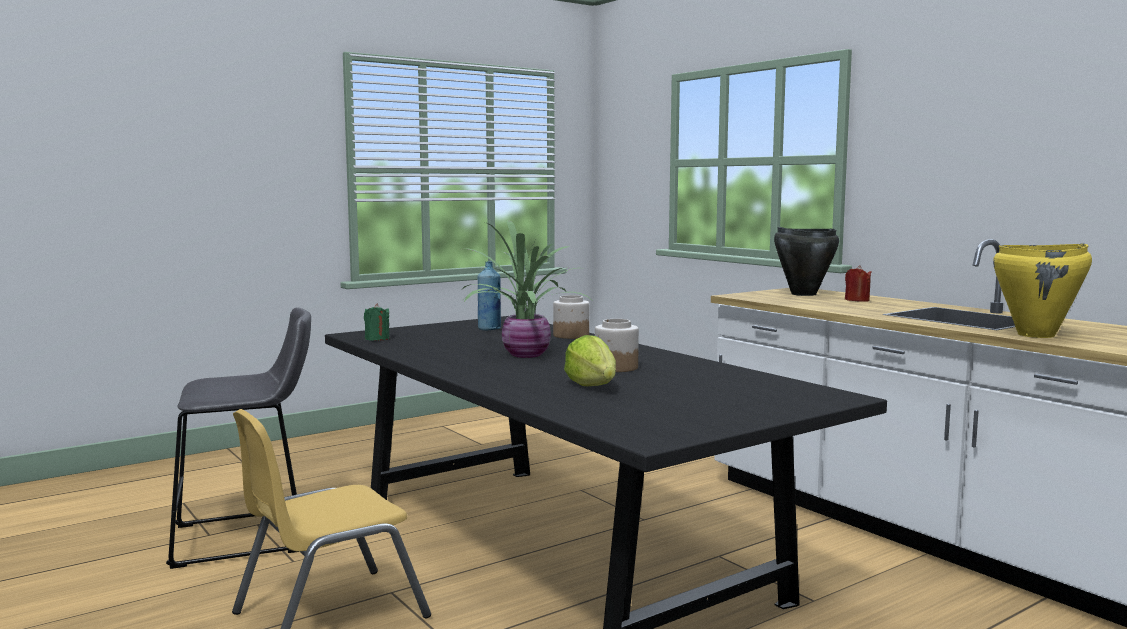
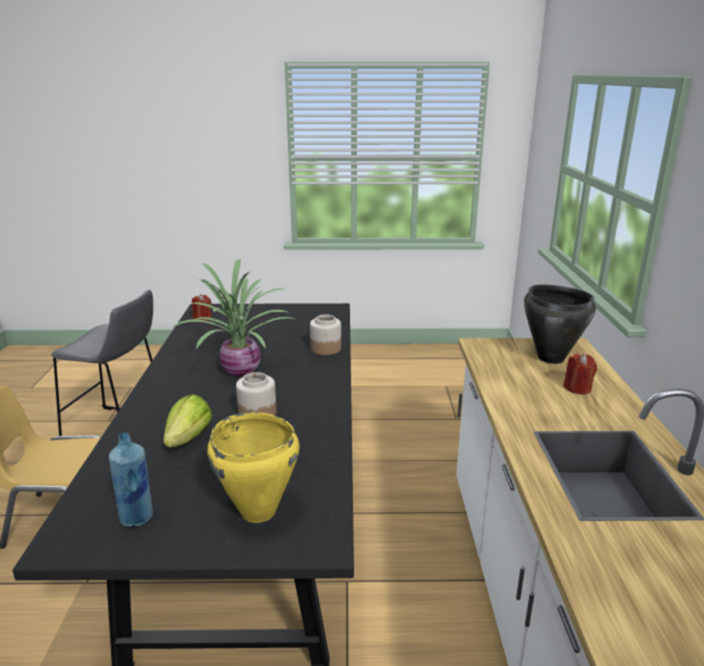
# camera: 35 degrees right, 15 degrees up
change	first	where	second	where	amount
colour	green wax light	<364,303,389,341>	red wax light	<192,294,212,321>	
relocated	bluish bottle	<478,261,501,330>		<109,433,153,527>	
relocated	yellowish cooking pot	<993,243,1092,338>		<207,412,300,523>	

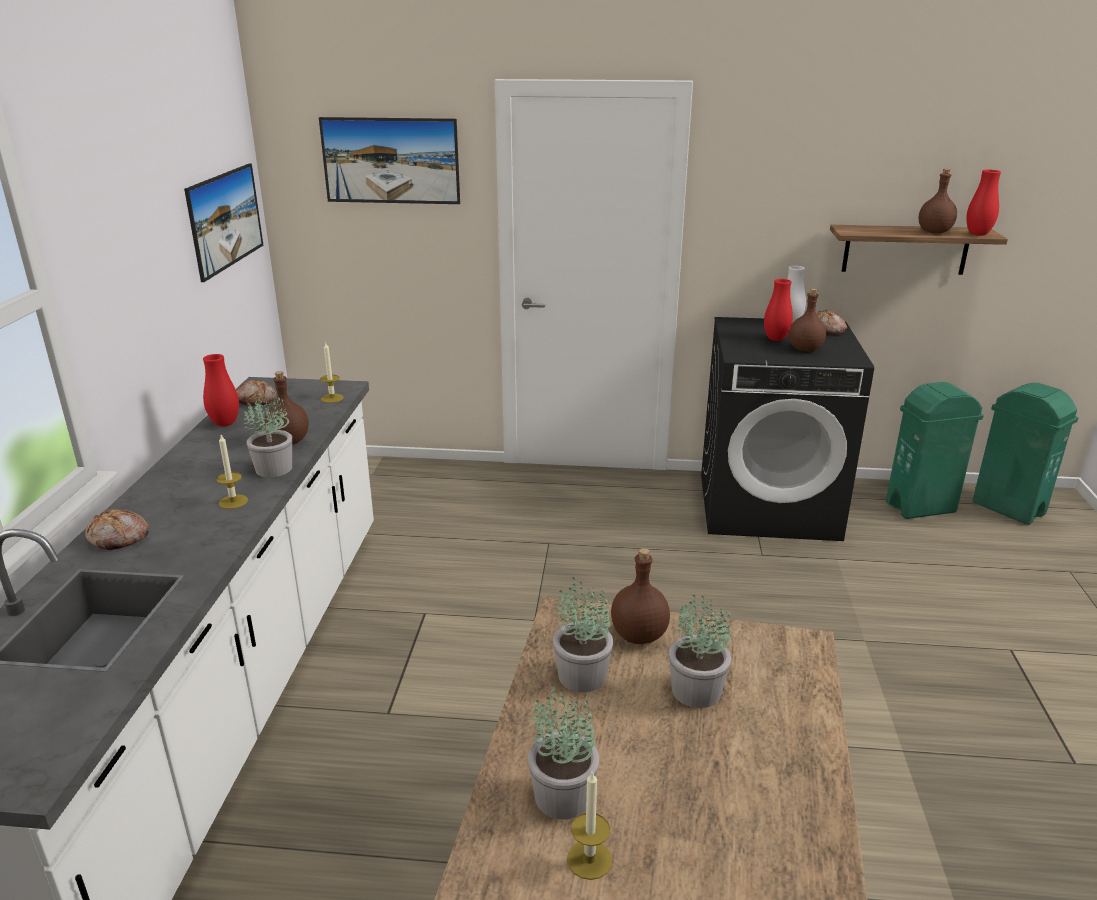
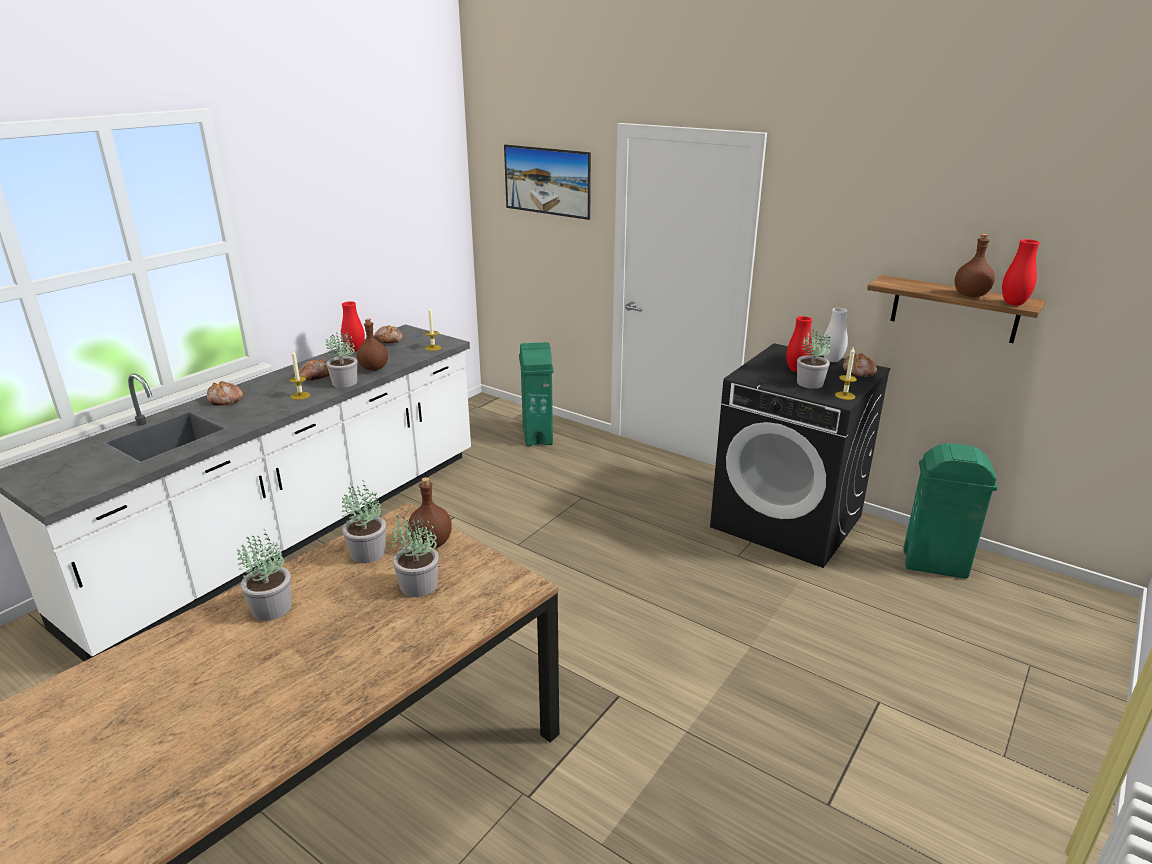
# camera: 30 degrees right, 0 degrees up
change	first	where	second	where	amount
missing	picture	<184,164,263,282>			
relocated	wax light	<567,770,612,880>		<835,346,857,400>	
exchanged	brown-coloured bottle	<789,289,826,352>	potted plant	<797,329,831,389>	
relocated	green trash can	<973,383,1078,525>		<519,342,554,446>	
appeared			bakery bread	<299,359,329,380>	

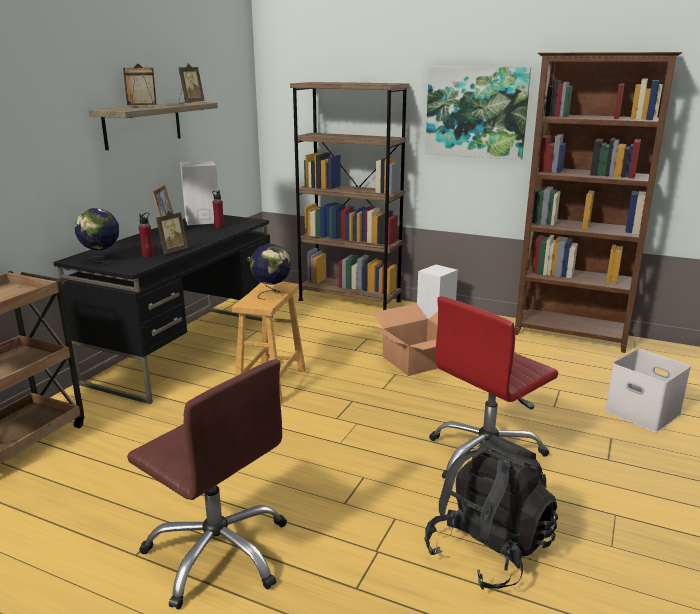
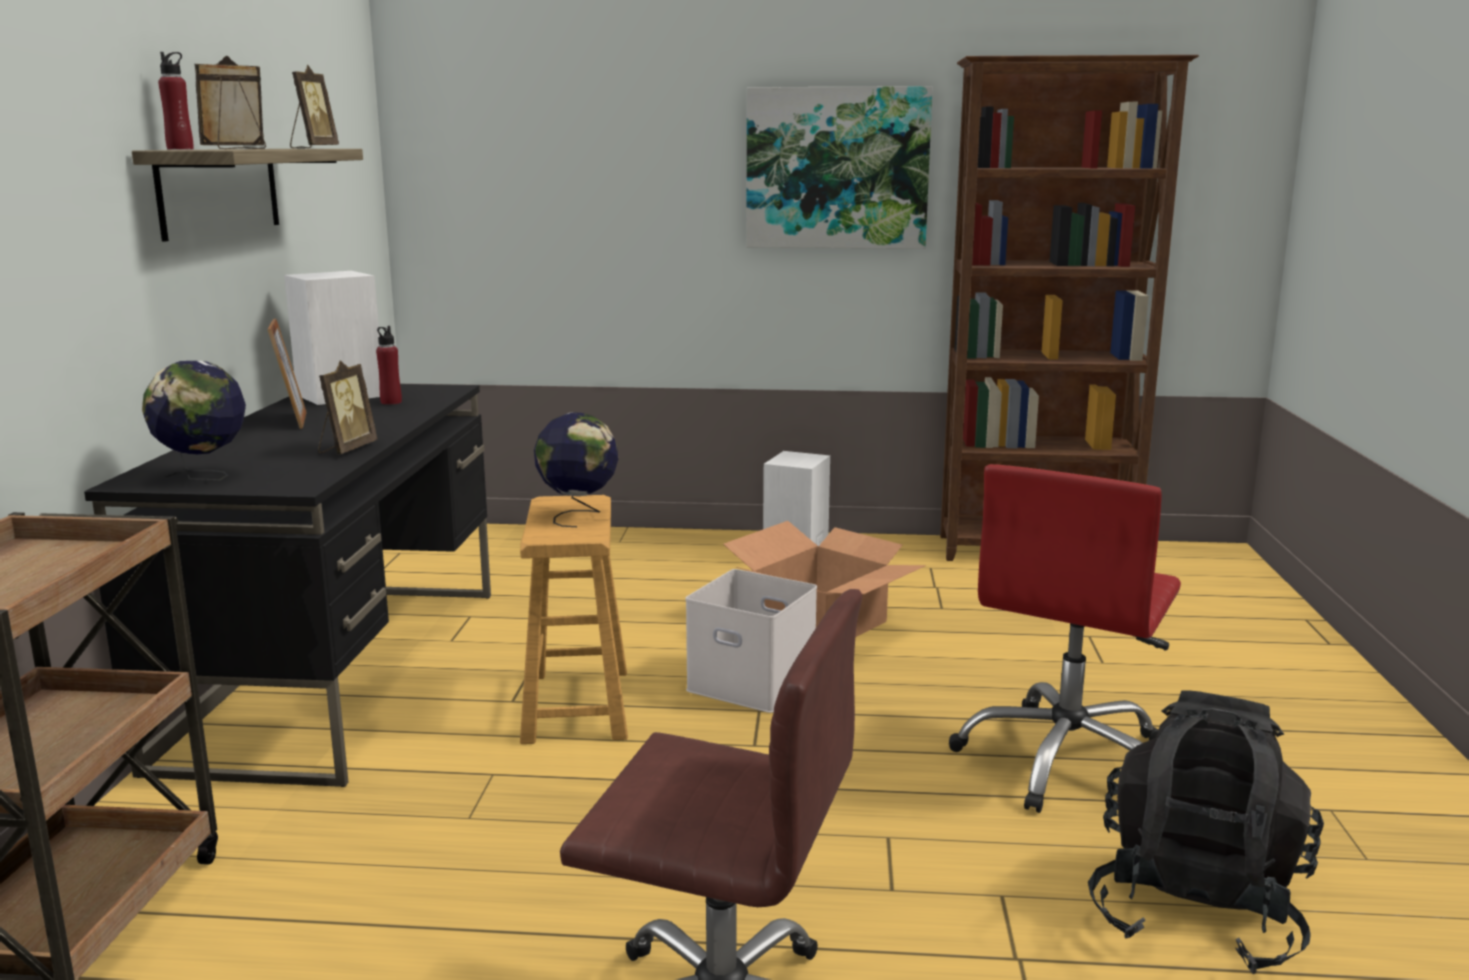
# camera: 20 degrees left, 5 degrees down
change	first	where	second	where	amount
relocated	red bottle	<139,213,154,257>		<158,52,194,149>	
missing	brown-coloured bookshelf	<290,82,409,310>			
relocated	whitish storage box	<605,349,691,433>		<685,569,817,713>	

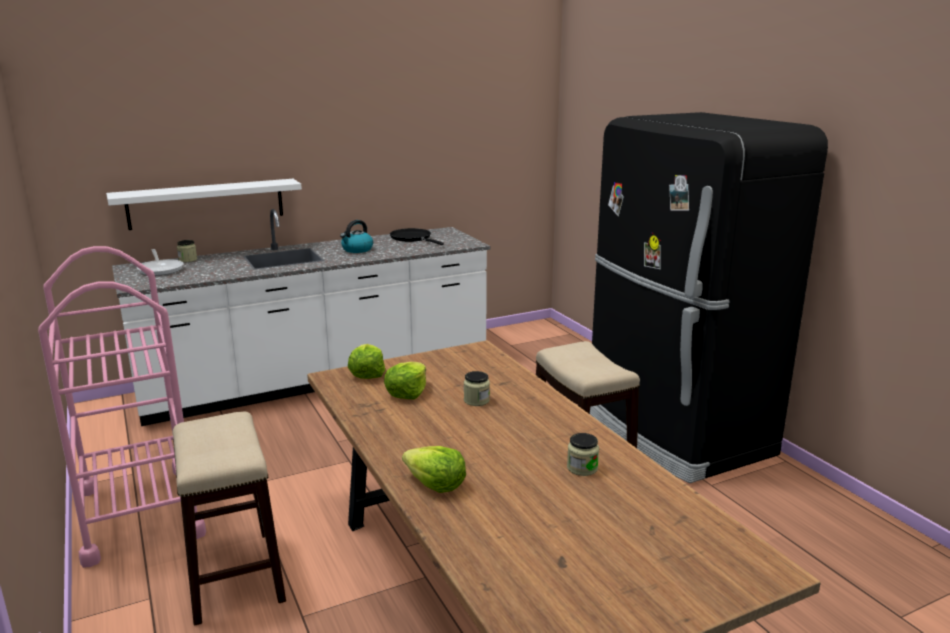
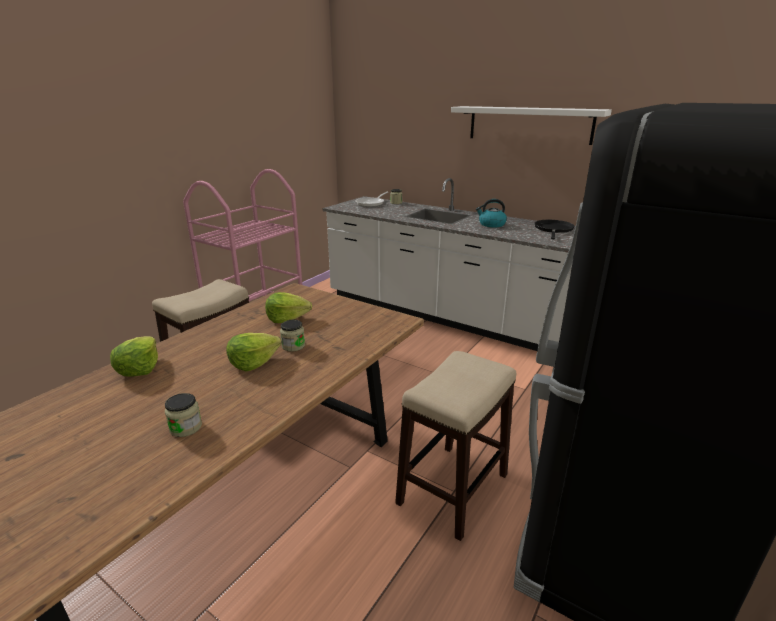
# camera: 60 degrees right, 5 degrees up
change	first	where	second	where	amount
relocated	whitish bracket shelf	<106,179,302,230>		<451,106,612,145>	
relocated	head of lettuce	<348,344,385,379>		<226,333,281,371>	

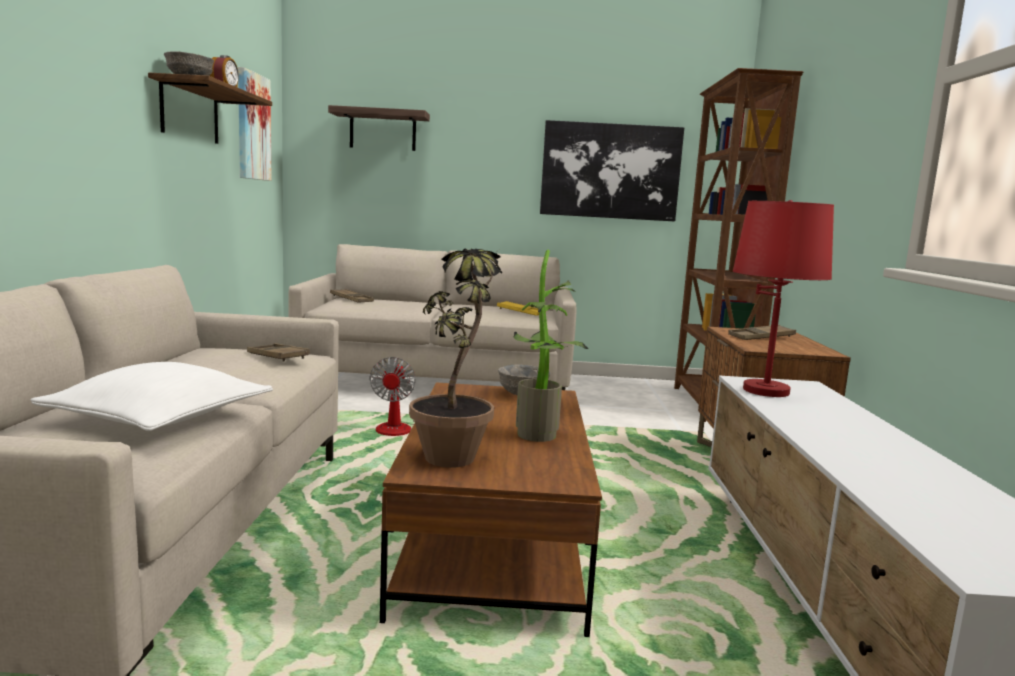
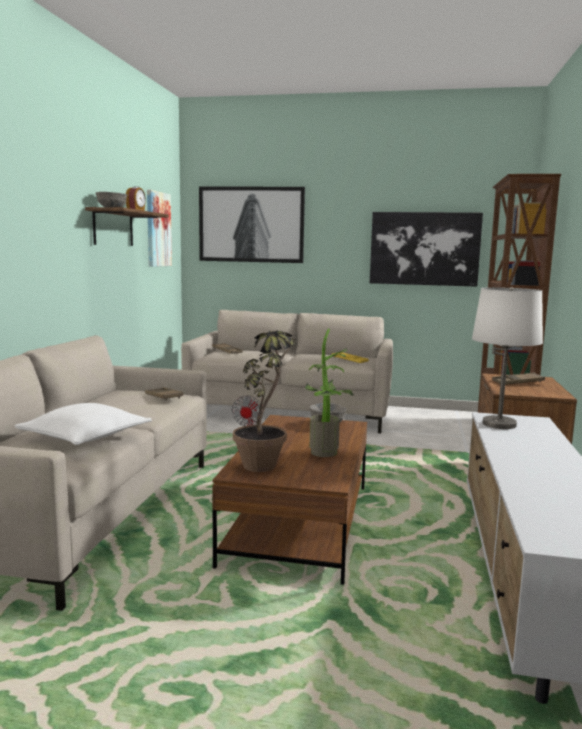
# camera: 10 degrees right, 0 degrees up
change	first	where	second	where	amount
exchanged	bracket shelf	<328,105,430,151>	picture	<199,186,305,263>	
colour	red lamp for a table	<733,200,834,397>	whitish lamp for a table	<472,287,543,429>	

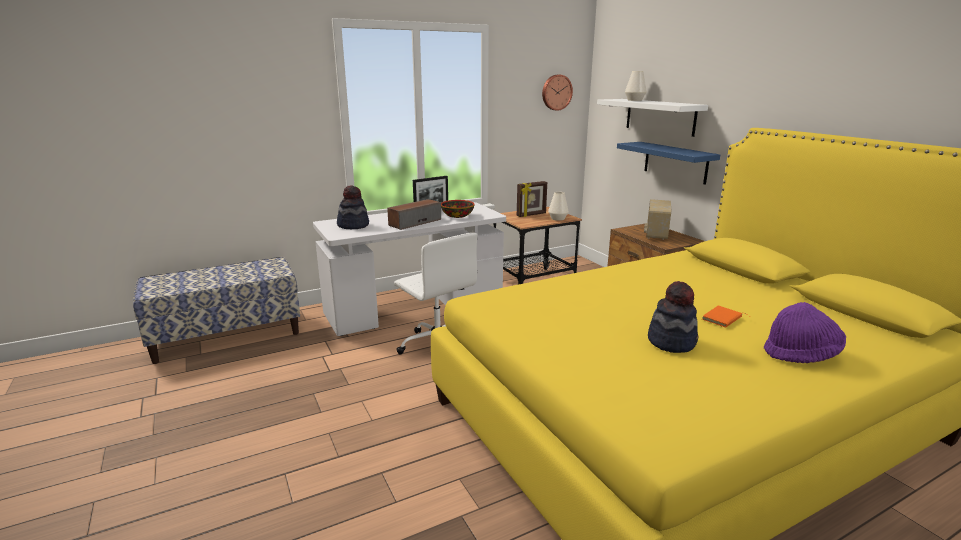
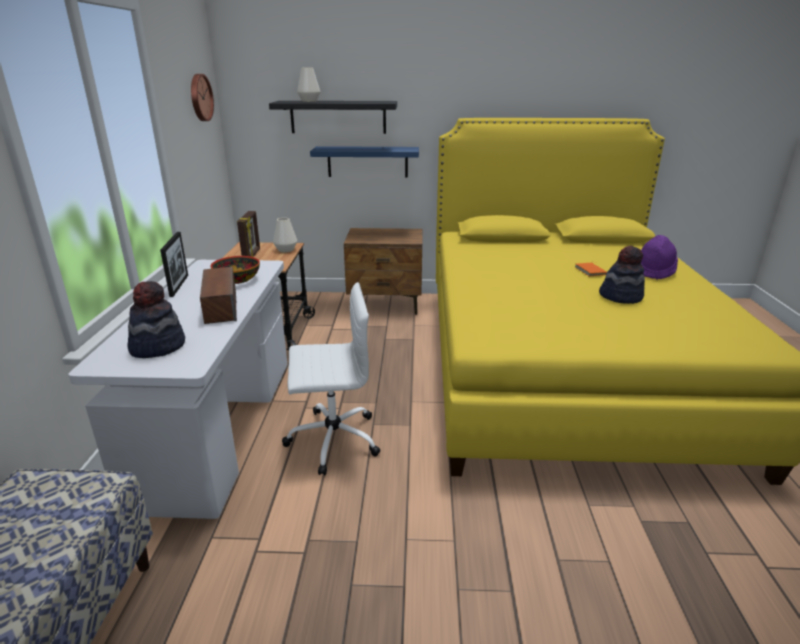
# camera: 60 degrees left, 5 degrees up
change	first	where	second	where	amount
colour	whitish bracket shelf	<597,99,708,137>	black bracket shelf	<269,101,397,134>	
missing	radio set	<644,199,671,240>			

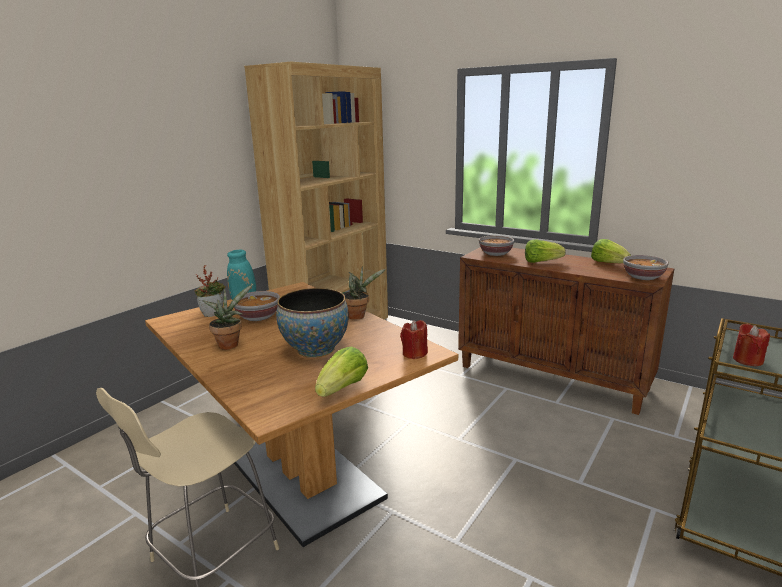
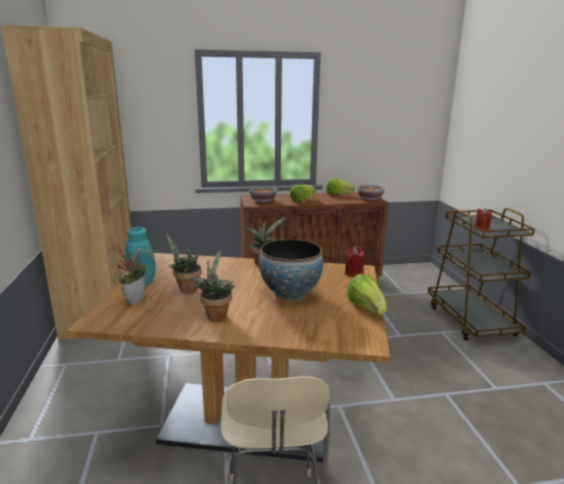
# camera: 45 degrees left, 0 degrees up
change	first	where	second	where	amount
exchanged	deep dish	<234,291,280,321>	potted plant	<167,235,201,293>	

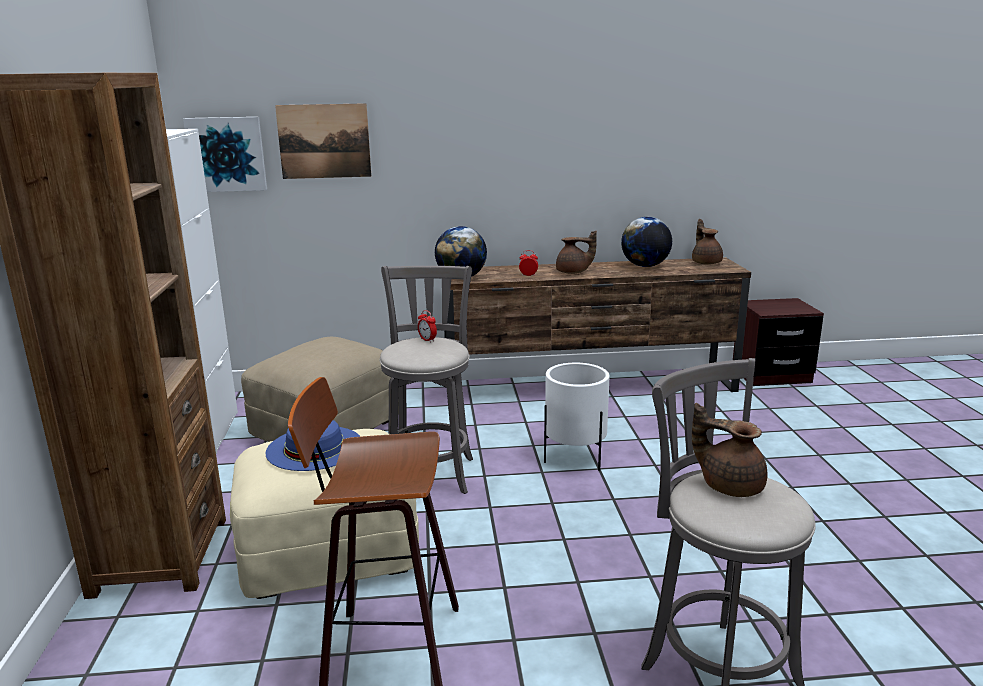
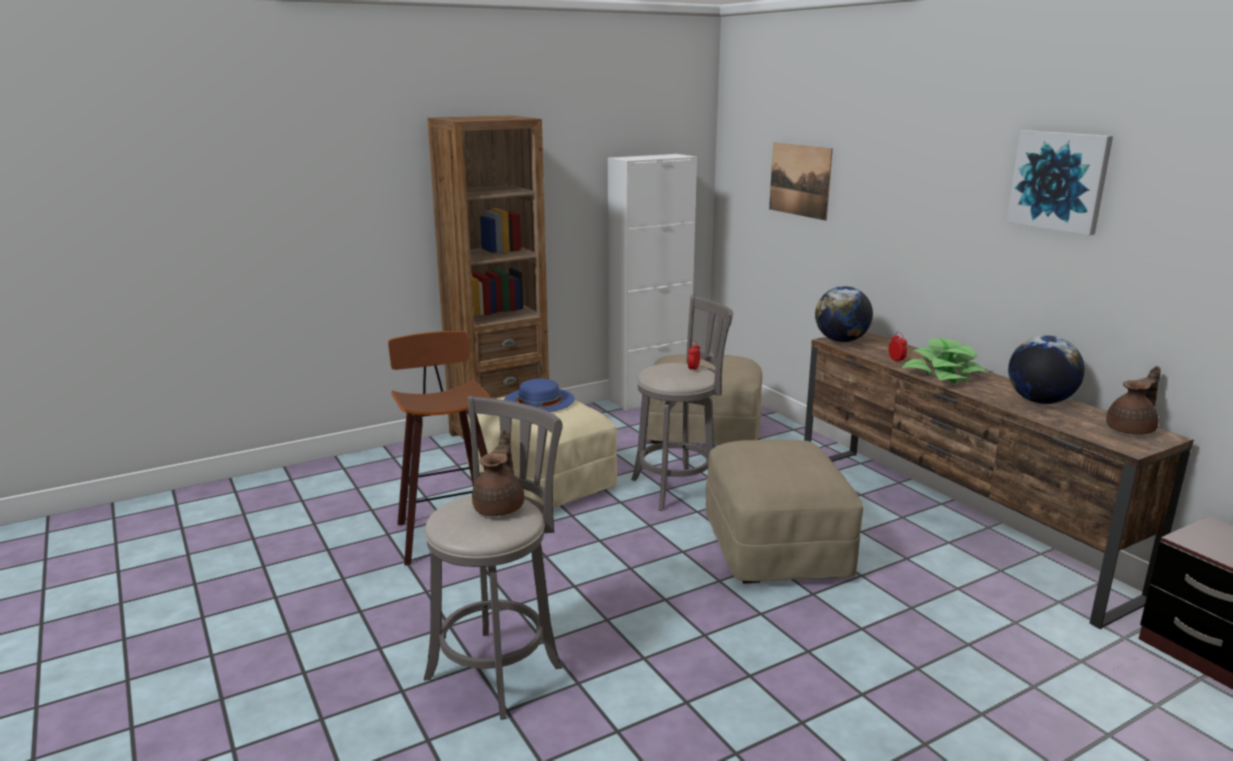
# camera: 65 degrees right, 0 degrees up
change	first	where	second	where	amount
relocated	picture	<183,117,267,192>		<1006,130,1113,235>	
exchanged	whitish planter	<544,363,610,471>	beige-coloured ottoman	<705,440,863,584>	
exchanged	brown-coloured teapot	<556,231,597,274>	potted plant	<902,338,988,384>	

